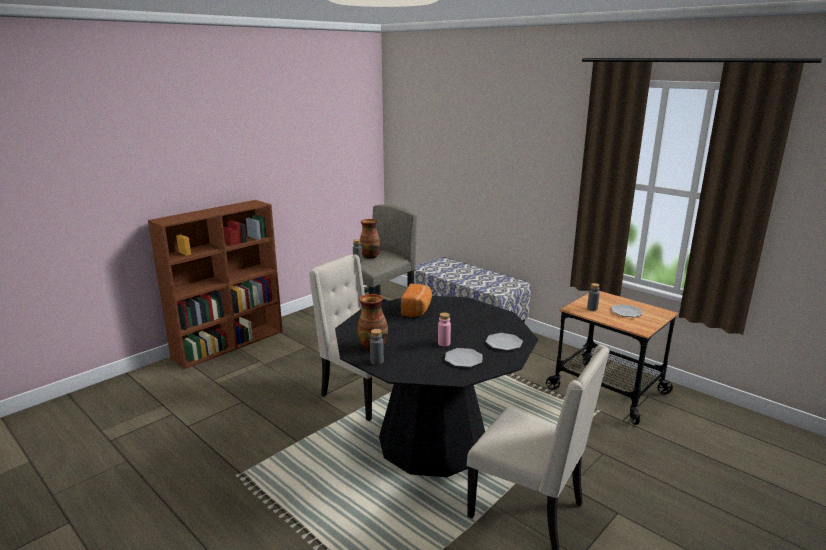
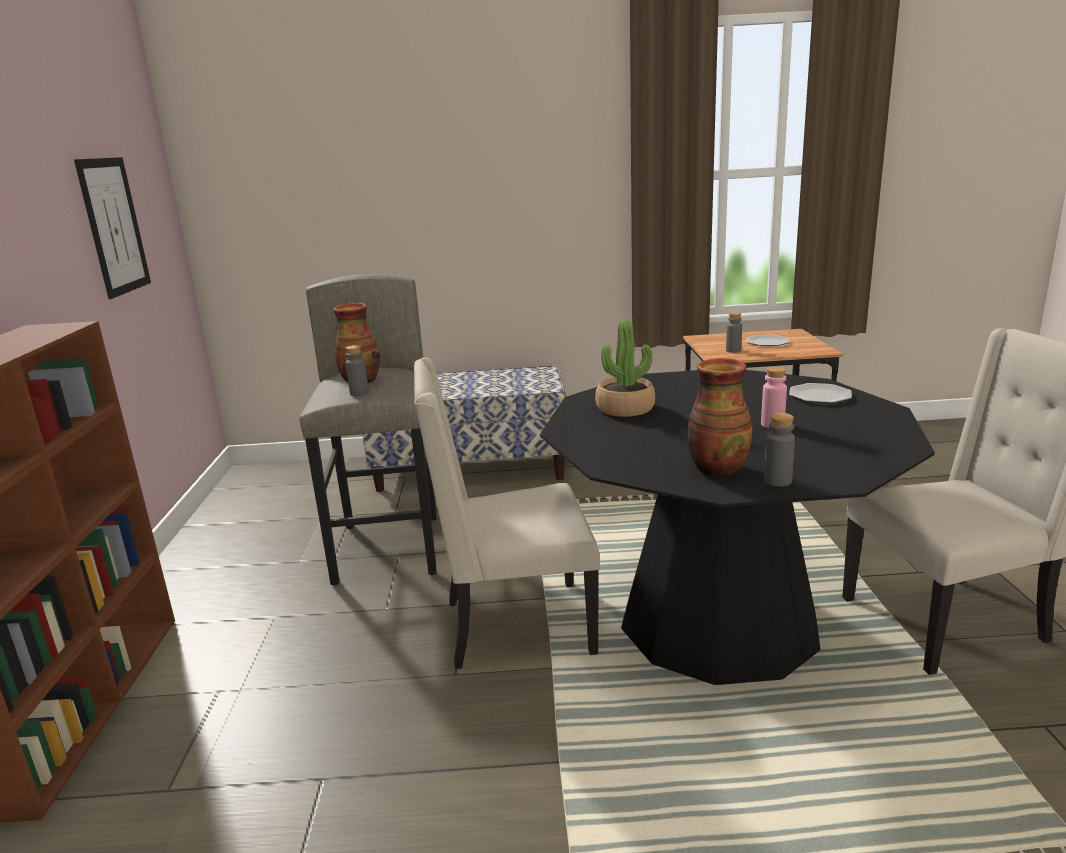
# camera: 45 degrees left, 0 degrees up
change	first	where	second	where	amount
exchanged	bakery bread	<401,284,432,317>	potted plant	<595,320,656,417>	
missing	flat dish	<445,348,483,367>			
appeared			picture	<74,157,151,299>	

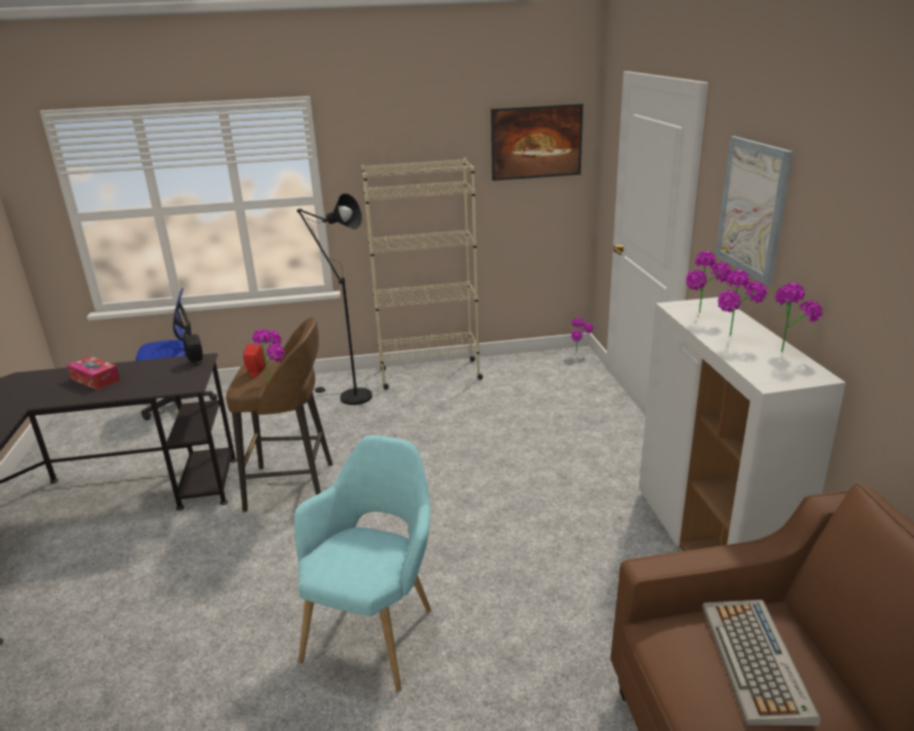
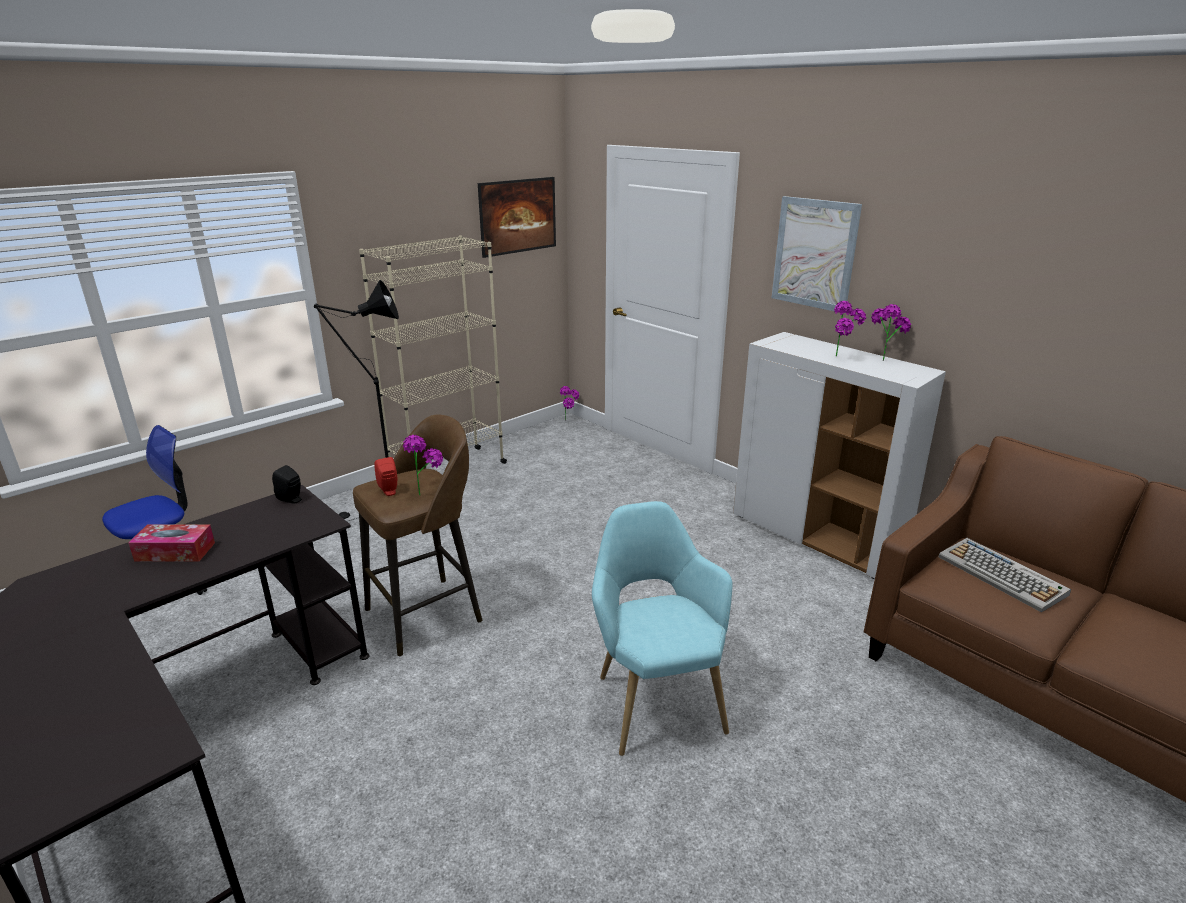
# camera: 35 degrees left, 0 degrees up
change	first	where	second	where	amount
missing	potted plant	<686,251,731,313>			

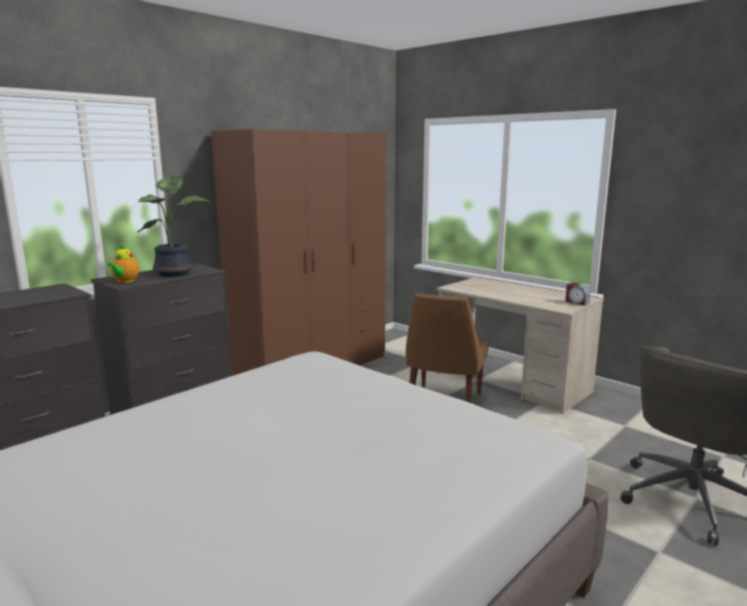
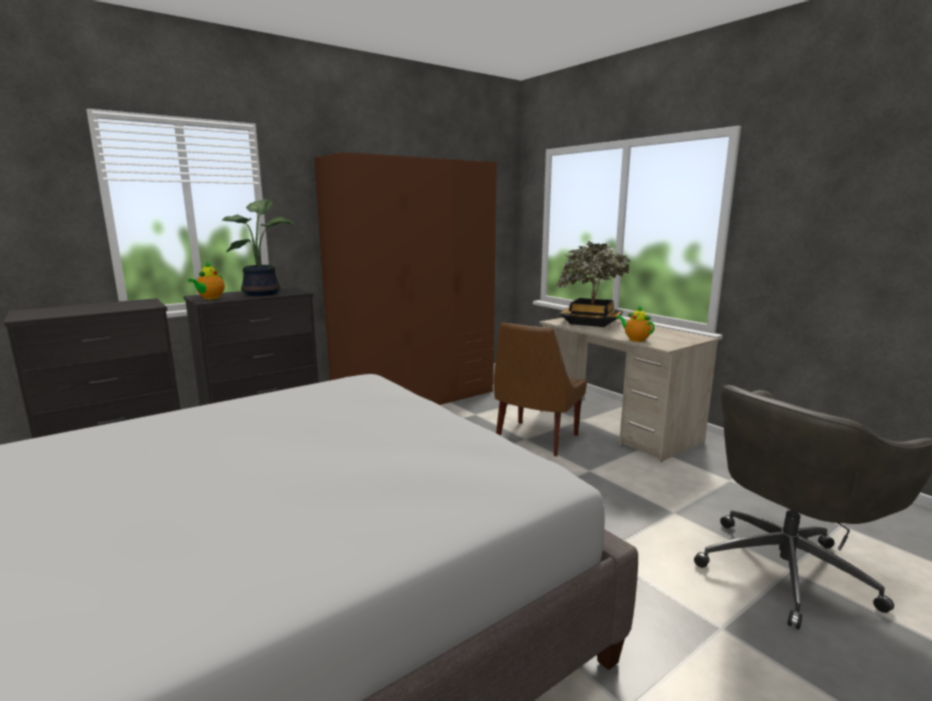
# camera: 10 degrees right, 0 degrees up
change	first	where	second	where	amount
missing	alarm clock	<565,282,590,305>			
appeared			potted plant	<556,241,631,327>	
appeared			teapot	<616,305,655,342>	

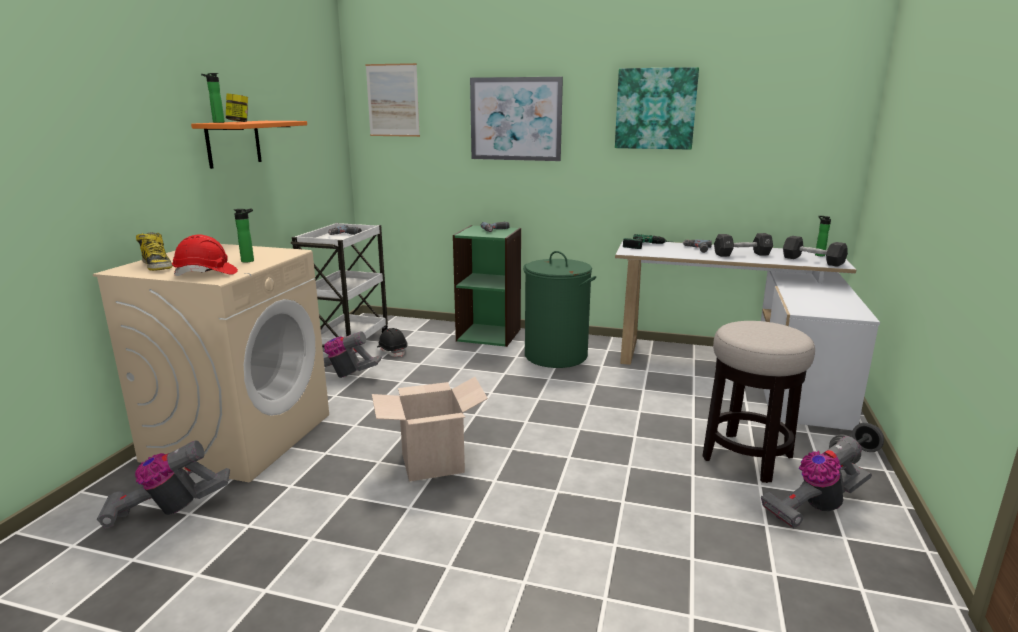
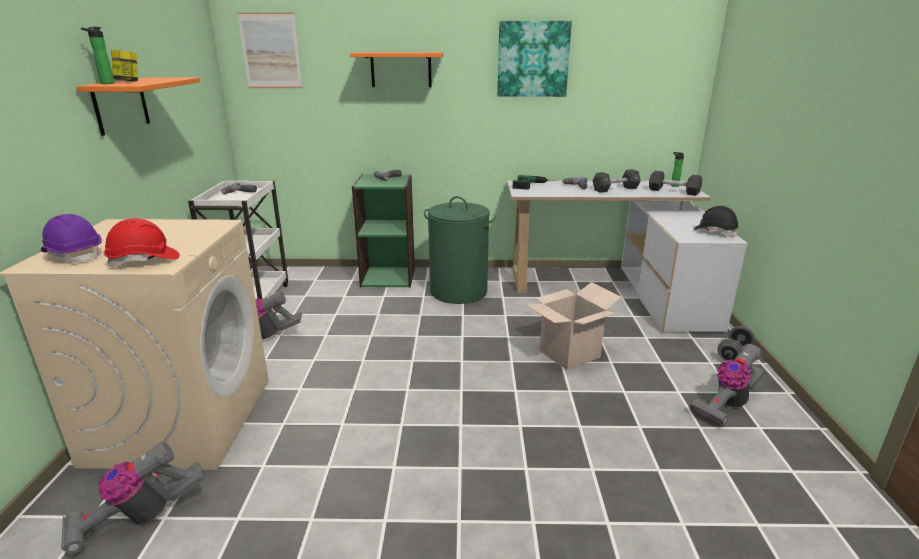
# camera: 15 degrees left, 5 degrees up
change	first	where	second	where	amount
exchanged	tall boot	<136,232,173,271>	purple-coloured work helmet	<41,214,102,263>	
missing	bottle	<234,209,254,263>			
relocated	cardboard box	<372,377,488,482>		<526,282,622,370>	
relocated	black work helmet	<377,328,408,357>		<693,206,739,237>	
exchanged	picture	<470,77,563,161>	orangey bracket shelf	<350,52,443,87>	
missing	stool seat	<702,321,815,483>			

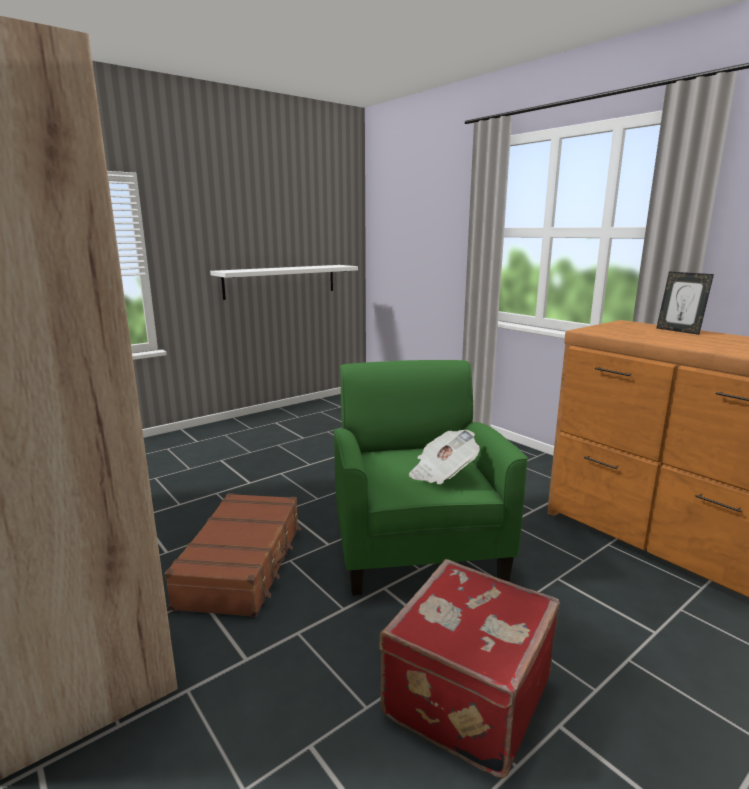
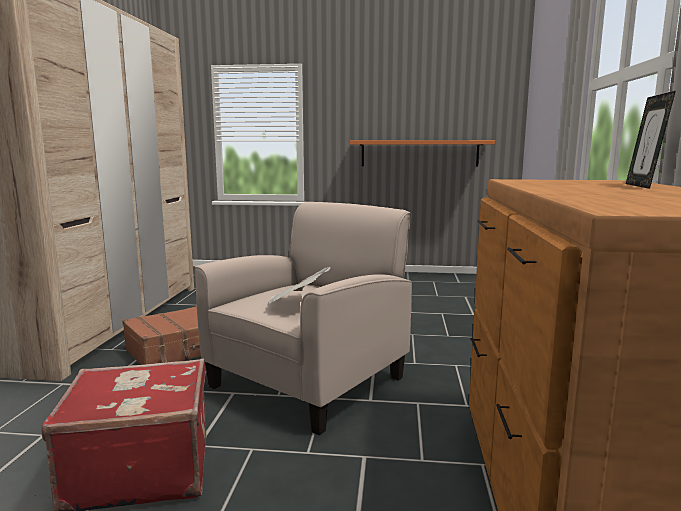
# camera: 45 degrees right, 5 degrees down
change	first	where	second	where	amount
colour	whitish bracket shelf	<210,265,358,300>	orangey bracket shelf	<350,140,495,167>	
colour	green easy chair	<334,360,528,595>	beige-coloured easy chair	<195,202,412,435>	

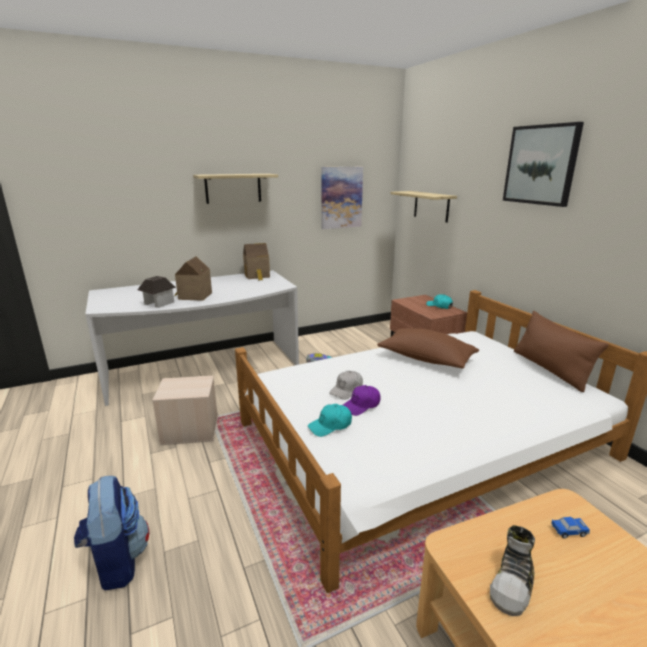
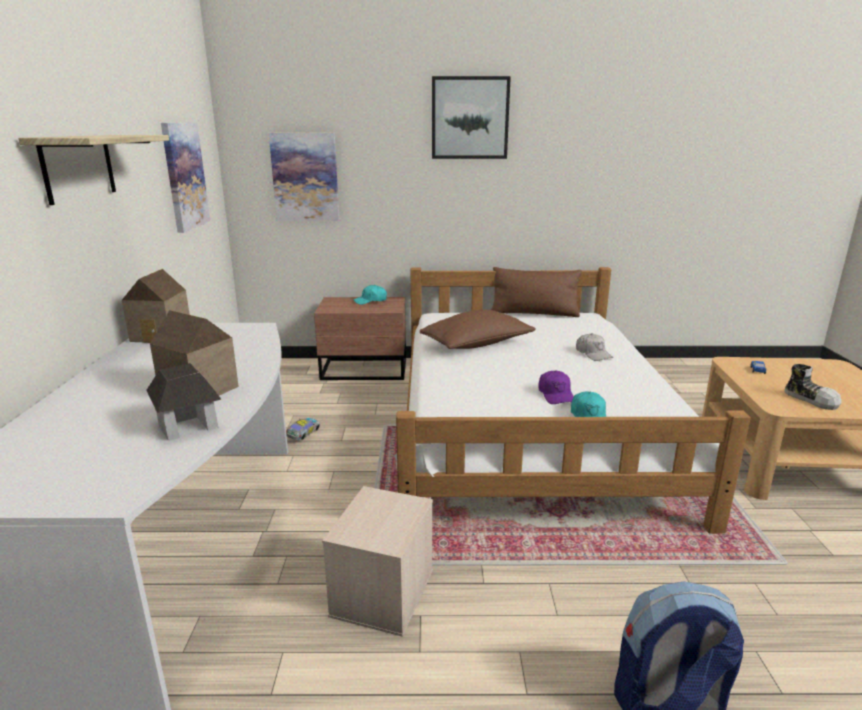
# camera: 65 degrees left, 0 degrees up
change	first	where	second	where	amount
relocated	whitish baseball cap	<329,371,363,400>		<576,333,613,361>	
exchanged	bracket shelf	<390,191,457,223>	picture	<269,133,339,221>	

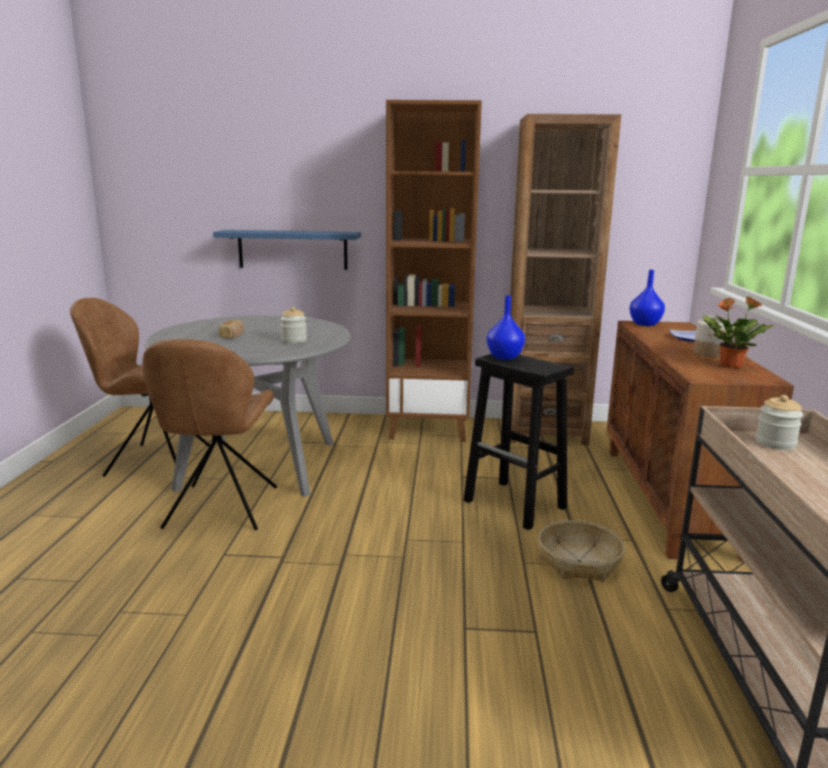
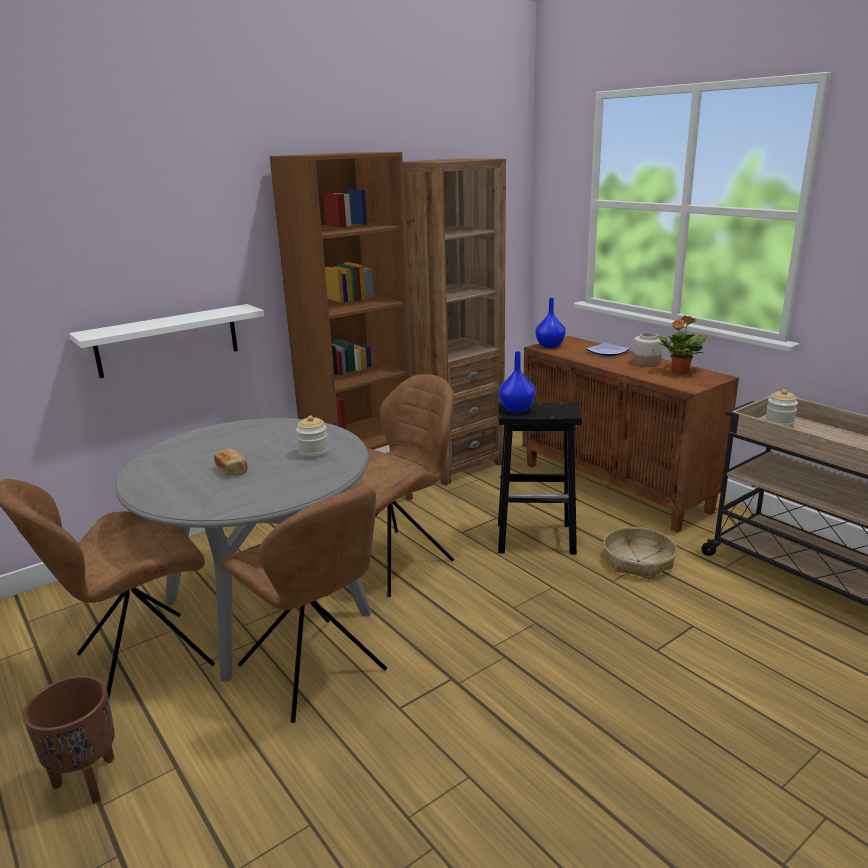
# camera: 40 degrees left, 5 degrees up
change	first	where	second	where	amount
colour	bluish bracket shelf	<213,230,361,270>	whitish bracket shelf	<69,304,264,378>	
appeared			brown-coloured planter	<23,675,115,804>	
appeared			brown-coloured chair	<346,374,454,597>	

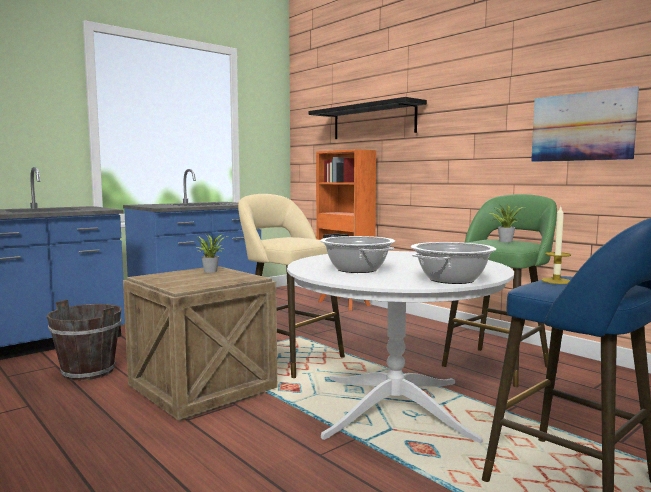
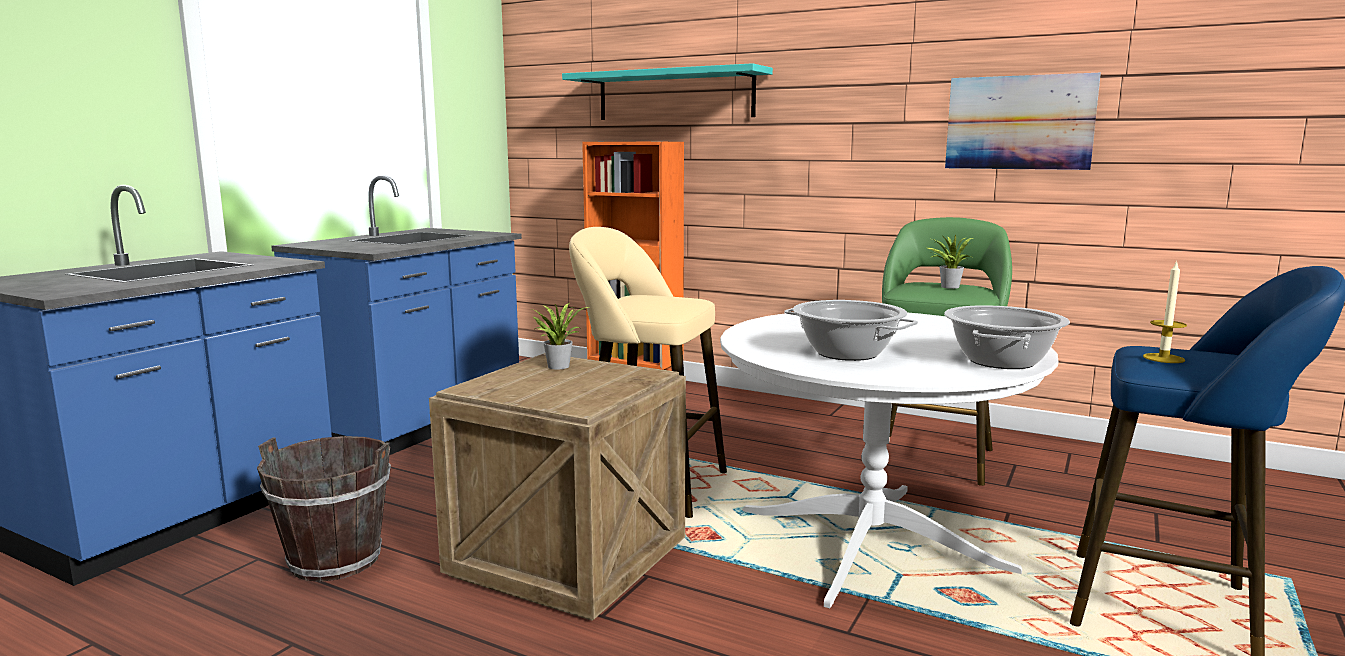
# camera: 20 degrees left, 5 degrees up
change	first	where	second	where	amount
colour	black bracket shelf	<309,97,427,139>	blue-green bracket shelf	<562,63,773,120>	

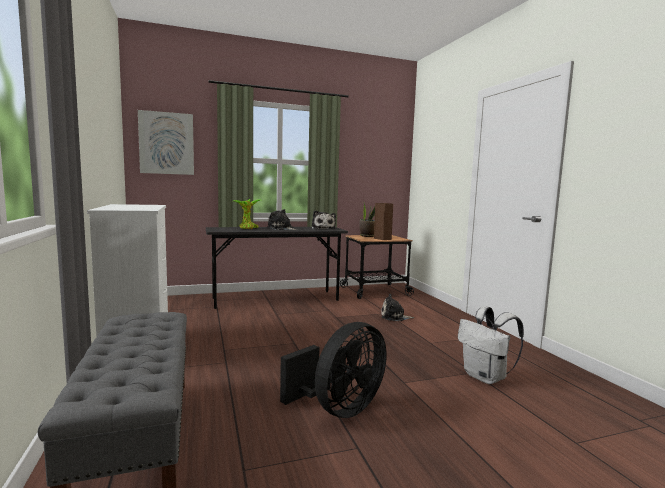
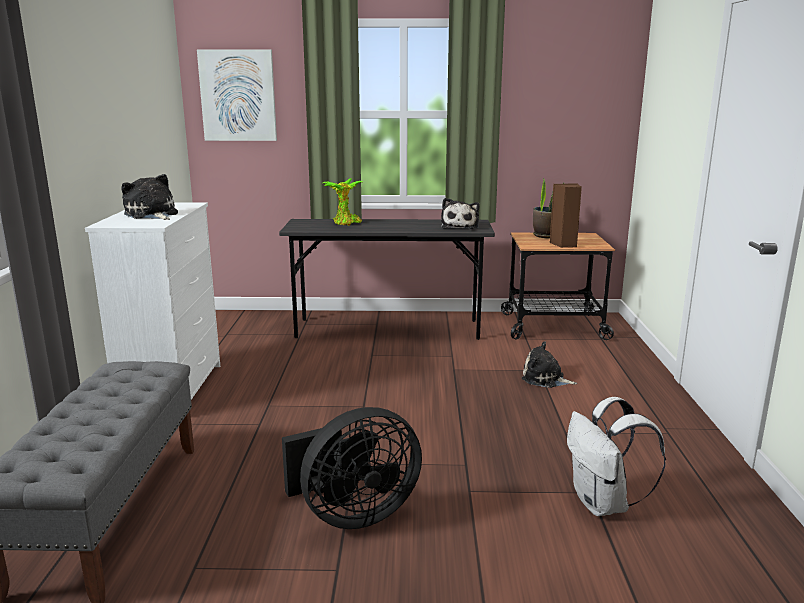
# camera: 20 degrees right, 10 degrees up
change	first	where	second	where	amount
relocated	plush toy	<267,209,296,230>		<121,174,178,220>	

